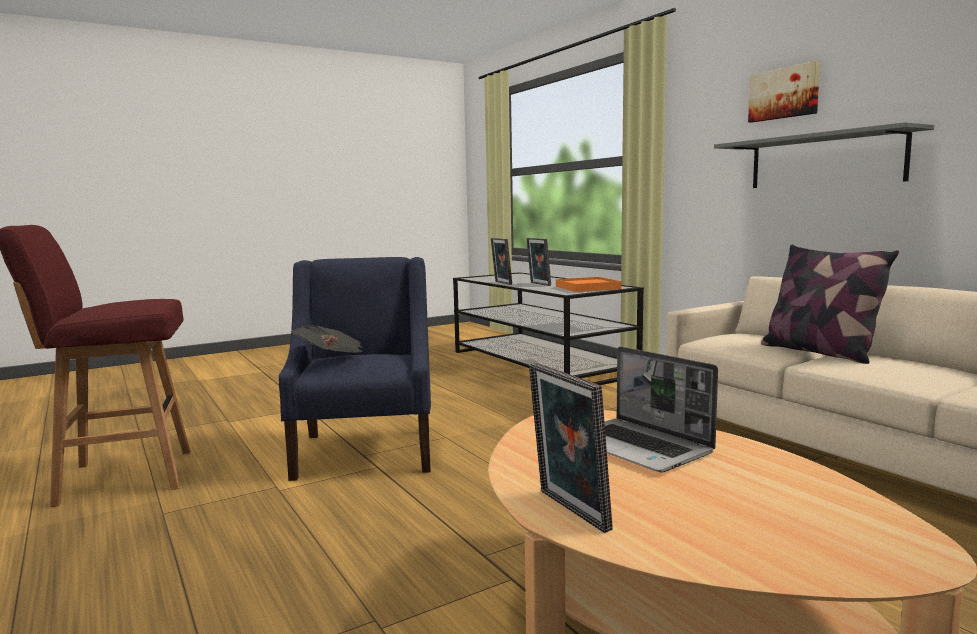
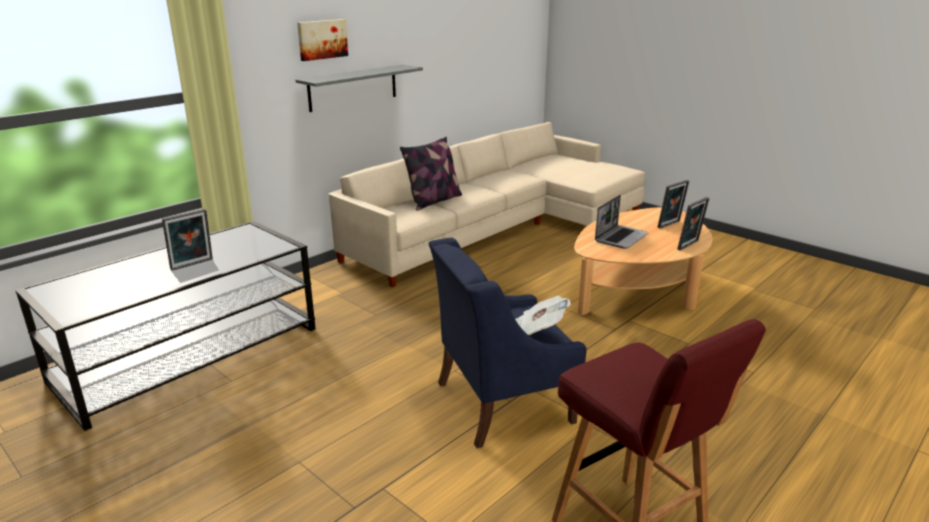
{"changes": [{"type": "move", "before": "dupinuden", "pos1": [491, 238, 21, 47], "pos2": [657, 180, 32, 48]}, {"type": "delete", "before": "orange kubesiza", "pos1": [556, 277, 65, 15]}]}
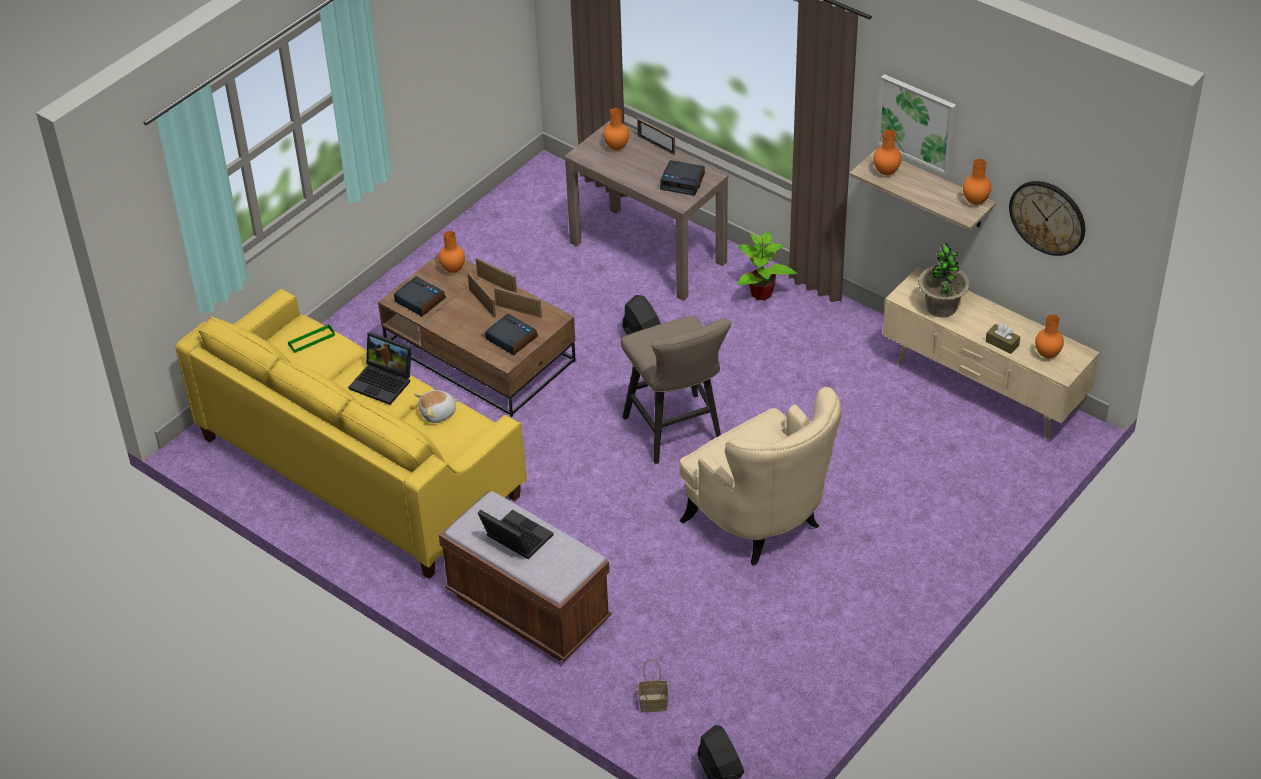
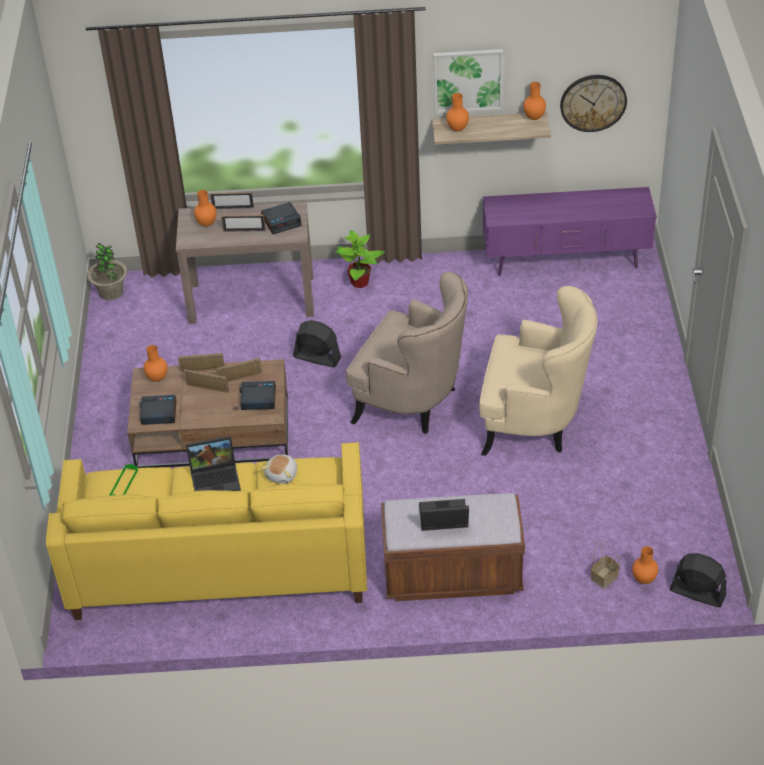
{"changes": [{"type": "move", "before": "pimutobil", "pos1": [918, 243, 52, 75], "pos2": [87, 243, 40, 58]}, {"type": "insert", "after": "dupinuden", "pos2": [221, 215, 44, 17]}, {"type": "replace", "before": "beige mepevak", "after": "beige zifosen", "pos1": [621, 316, 110, 148], "pos2": [346, 272, 122, 162]}, {"type": "recolor", "before": "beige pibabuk", "after": "purple pibabuk", "pos1": [883, 267, 217, 172], "pos2": [483, 187, 174, 89]}, {"type": "move", "before": "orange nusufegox", "pos1": [1035, 314, 29, 44], "pos2": [632, 546, 26, 38]}, {"type": "delete", "before": "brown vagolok", "pos1": [986, 324, 34, 30]}]}
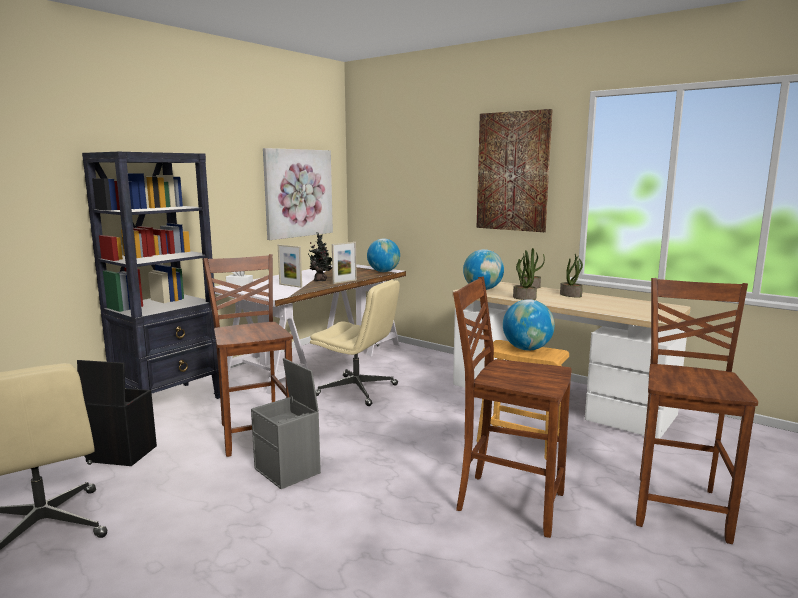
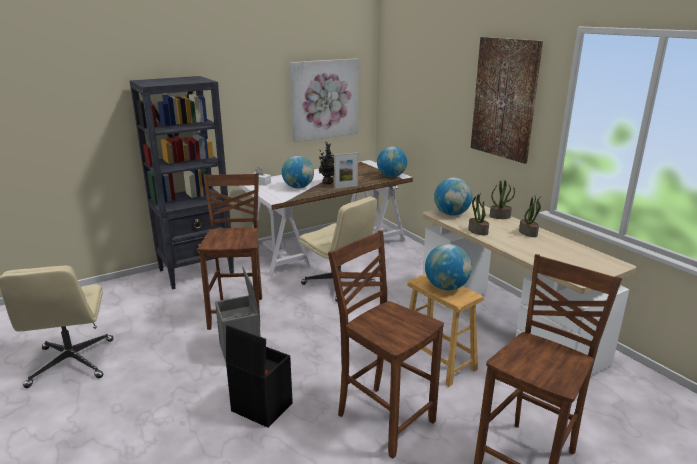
{"changes": [{"type": "move", "before": "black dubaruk", "pos1": [77, 360, 80, 106], "pos2": [226, 325, 67, 103]}, {"type": "replace", "before": "dupinuden", "after": "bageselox", "pos1": [278, 245, 24, 43], "pos2": [282, 156, 32, 32]}]}
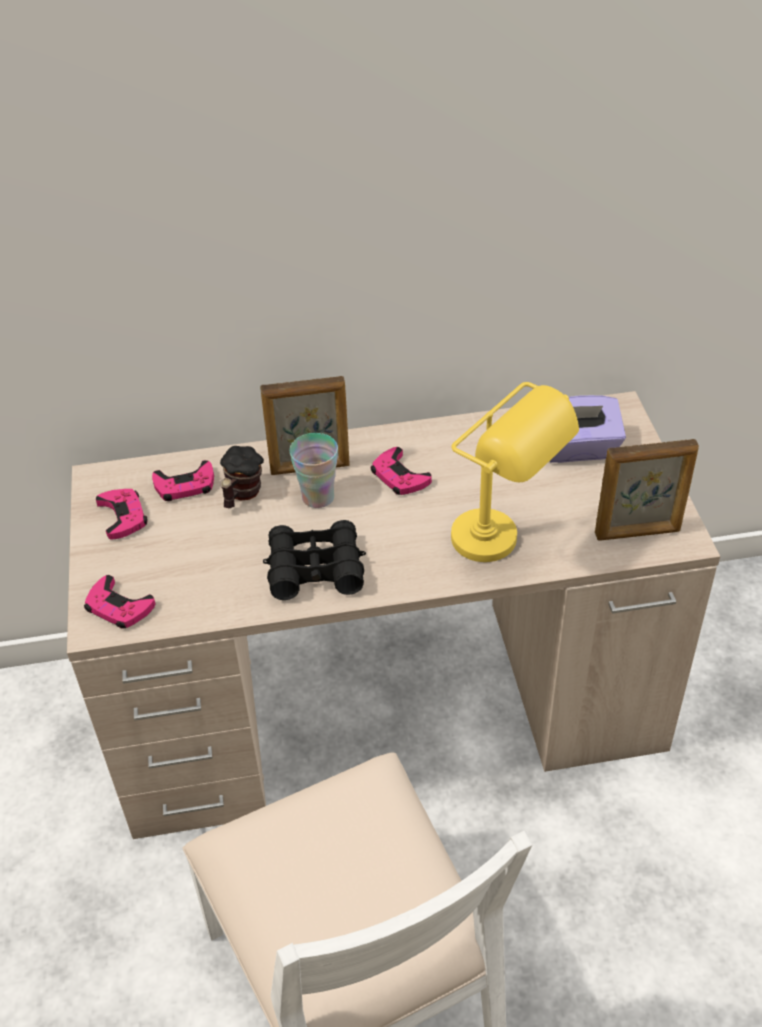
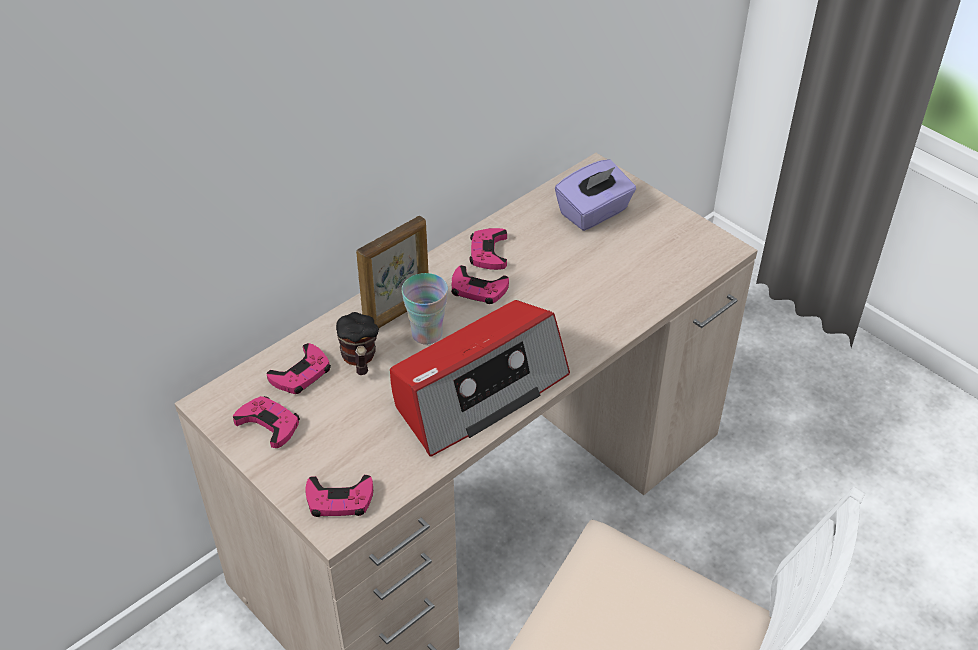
{"changes": [{"type": "replace", "before": "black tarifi", "after": "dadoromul", "pos1": [263, 520, 103, 80], "pos2": [390, 300, 180, 157]}, {"type": "insert", "after": "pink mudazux", "pos2": [469, 228, 38, 42]}, {"type": "delete", "before": "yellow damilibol", "pos1": [451, 382, 128, 180]}, {"type": "delete", "before": "dupinuden", "pos1": [595, 439, 104, 102]}]}
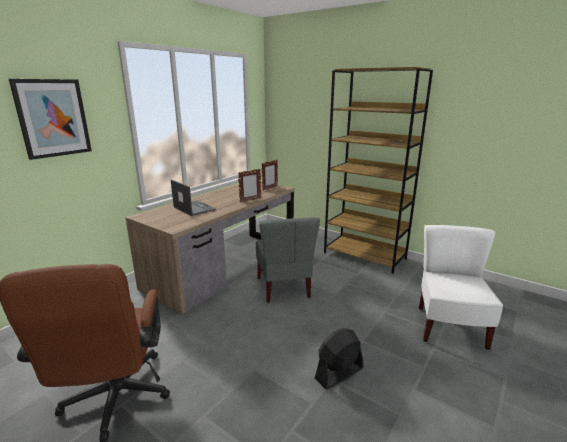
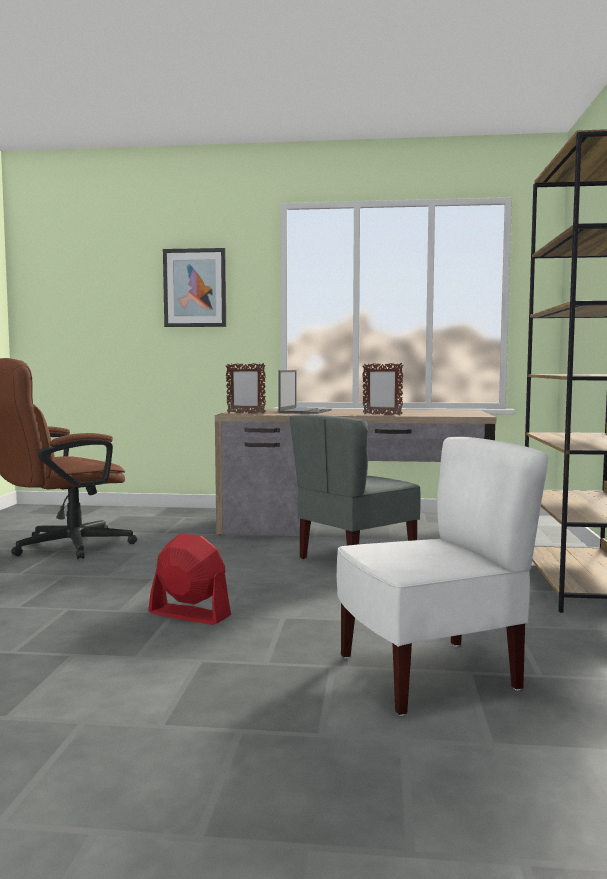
{"changes": [{"type": "recolor", "before": "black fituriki", "after": "red fituriki", "pos1": [315, 328, 48, 61], "pos2": [148, 533, 83, 92]}, {"type": "move", "before": "dupinuden", "pos1": [261, 160, 17, 31], "pos2": [226, 363, 40, 51]}]}
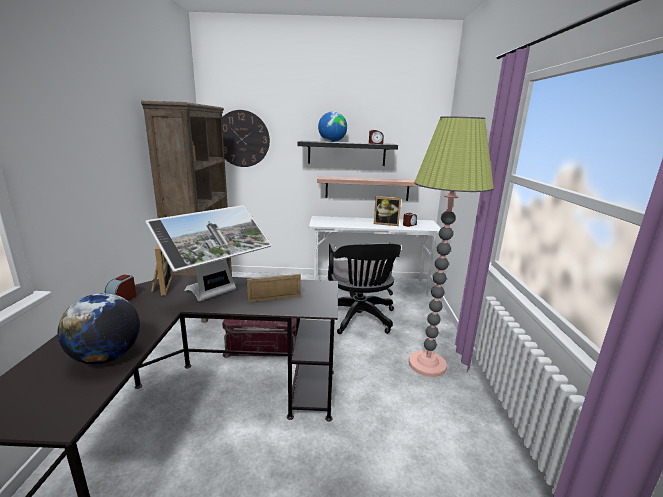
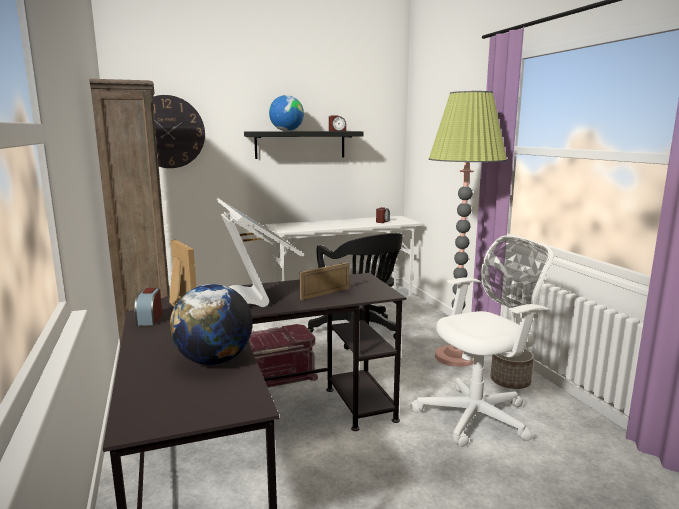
{"changes": [{"type": "rotate", "before": "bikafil", "pos1": [146, 205, 126, 96], "pos2": [217, 198, 88, 109], "turn": -45}, {"type": "insert", "after": "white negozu", "pos2": [410, 235, 144, 212]}, {"type": "insert", "after": "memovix", "pos2": [491, 348, 43, 41]}, {"type": "delete", "before": "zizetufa", "pos1": [317, 176, 104, 25]}, {"type": "delete", "before": "dupinuden", "pos1": [374, 196, 27, 30]}]}
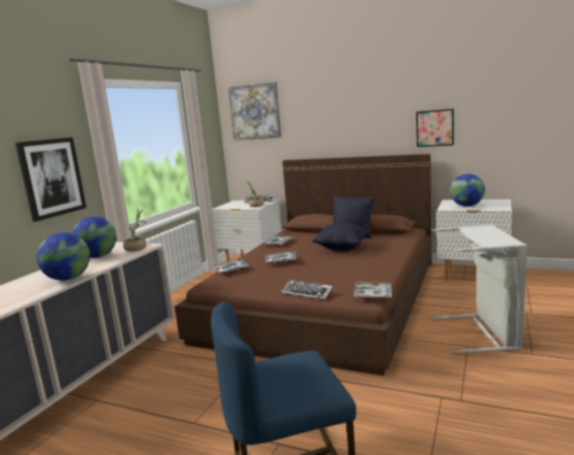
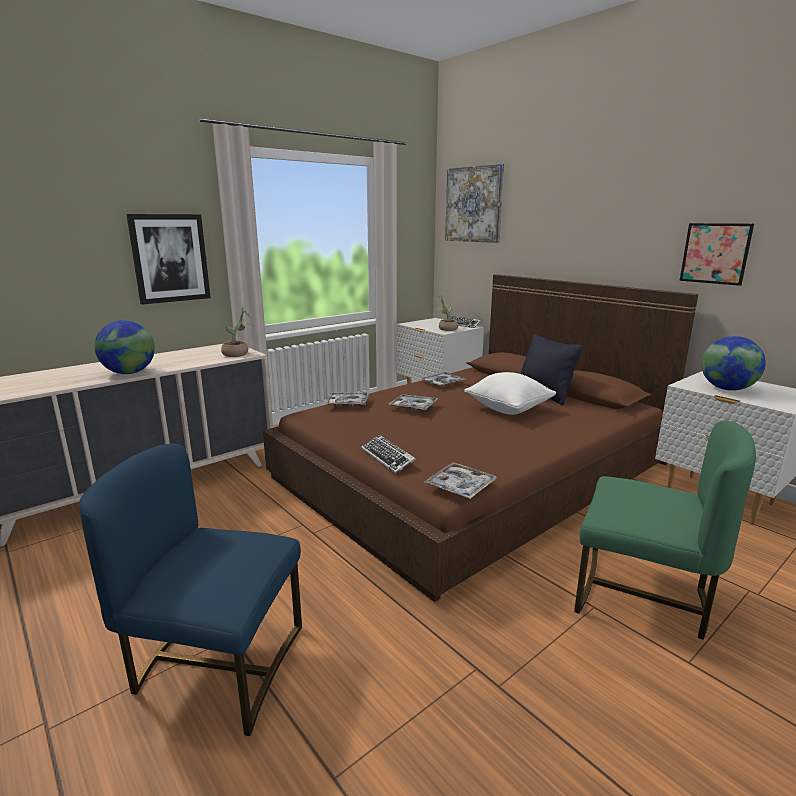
{"changes": [{"type": "recolor", "before": "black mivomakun", "after": "white mivomakun", "pos1": [312, 222, 58, 29], "pos2": [464, 372, 92, 43]}, {"type": "replace", "before": "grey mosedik", "after": "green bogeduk", "pos1": [431, 224, 96, 129], "pos2": [574, 420, 182, 220]}, {"type": "delete", "before": "bageselox", "pos1": [72, 216, 45, 42]}]}
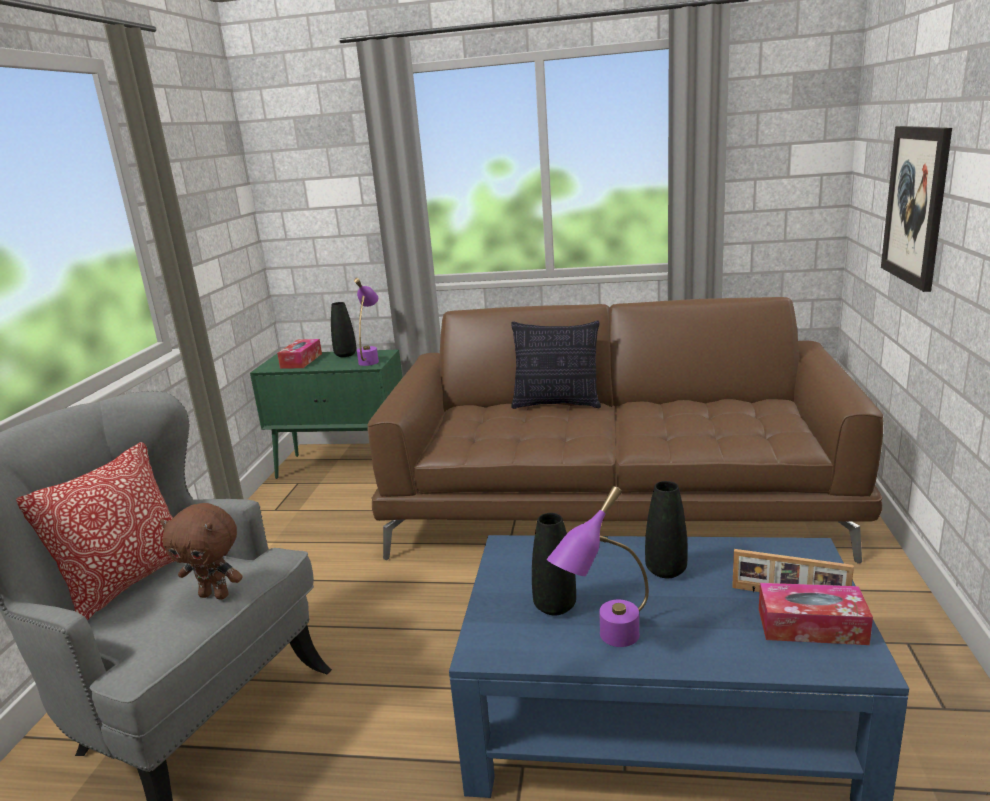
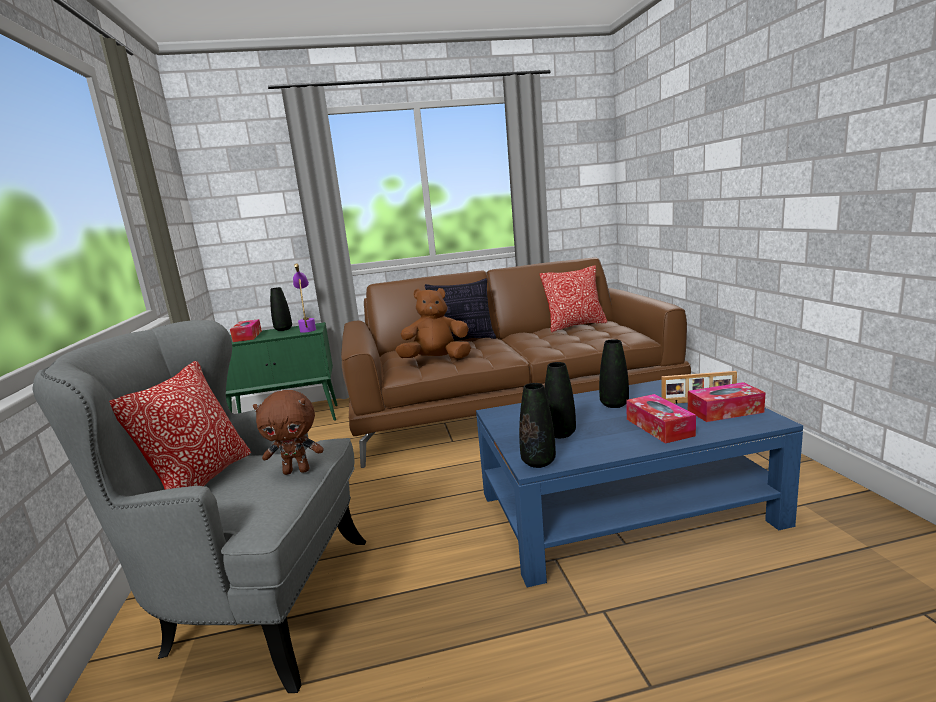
{"changes": [{"type": "insert", "after": "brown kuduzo", "pos2": [396, 288, 75, 71]}, {"type": "insert", "after": "black nusufegox", "pos2": [519, 383, 37, 85]}, {"type": "insert", "after": "mivomakun", "pos2": [540, 265, 67, 67]}, {"type": "insert", "after": "vagolok", "pos2": [626, 394, 70, 50]}, {"type": "delete", "before": "purple damilibol", "pos1": [547, 486, 102, 161]}, {"type": "delete", "before": "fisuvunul", "pos1": [881, 126, 71, 166]}]}
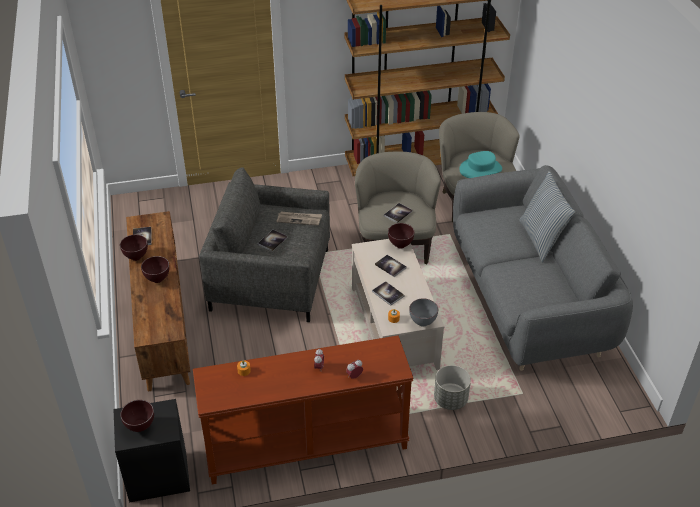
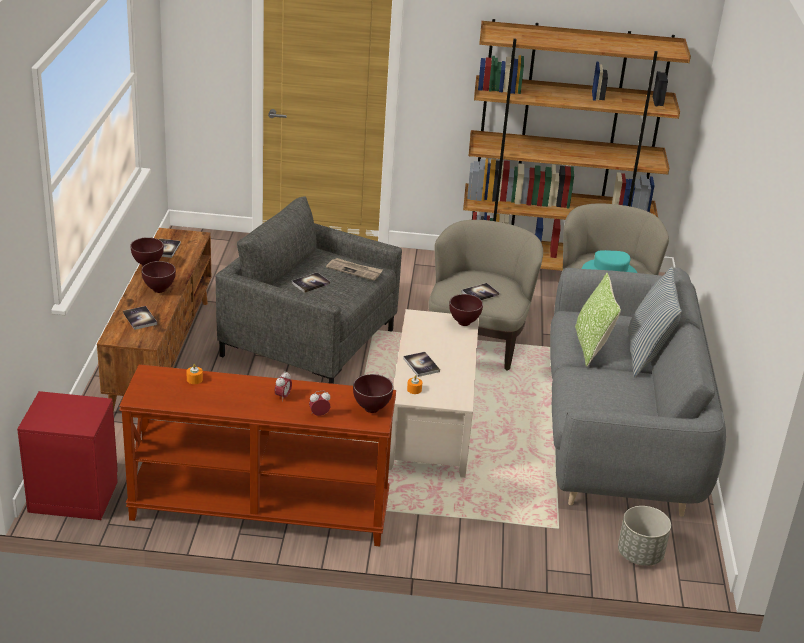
{"changes": [{"type": "recolor", "before": "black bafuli", "after": "red bafuli", "pos1": [113, 399, 77, 104], "pos2": [17, 391, 101, 129]}, {"type": "move", "before": "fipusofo", "pos1": [375, 255, 32, 22], "pos2": [123, 306, 34, 24]}, {"type": "move", "before": "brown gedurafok", "pos1": [120, 400, 34, 32], "pos2": [353, 374, 40, 39]}, {"type": "insert", "after": "mivomakun", "pos2": [575, 273, 46, 94]}, {"type": "move", "before": "grey memovix", "pos1": [434, 365, 37, 45], "pos2": [618, 506, 53, 60]}, {"type": "delete", "before": "grey gedurafok", "pos1": [409, 298, 29, 29]}]}
